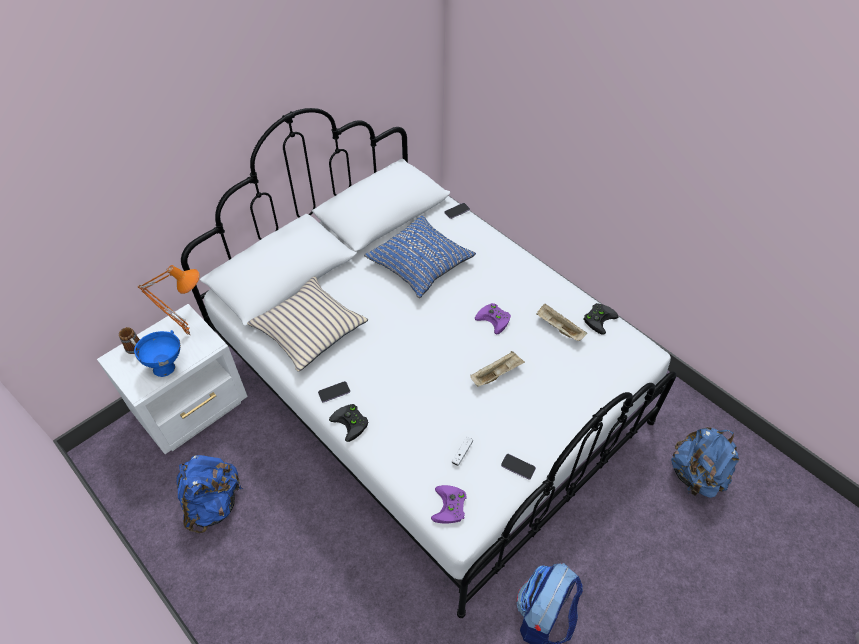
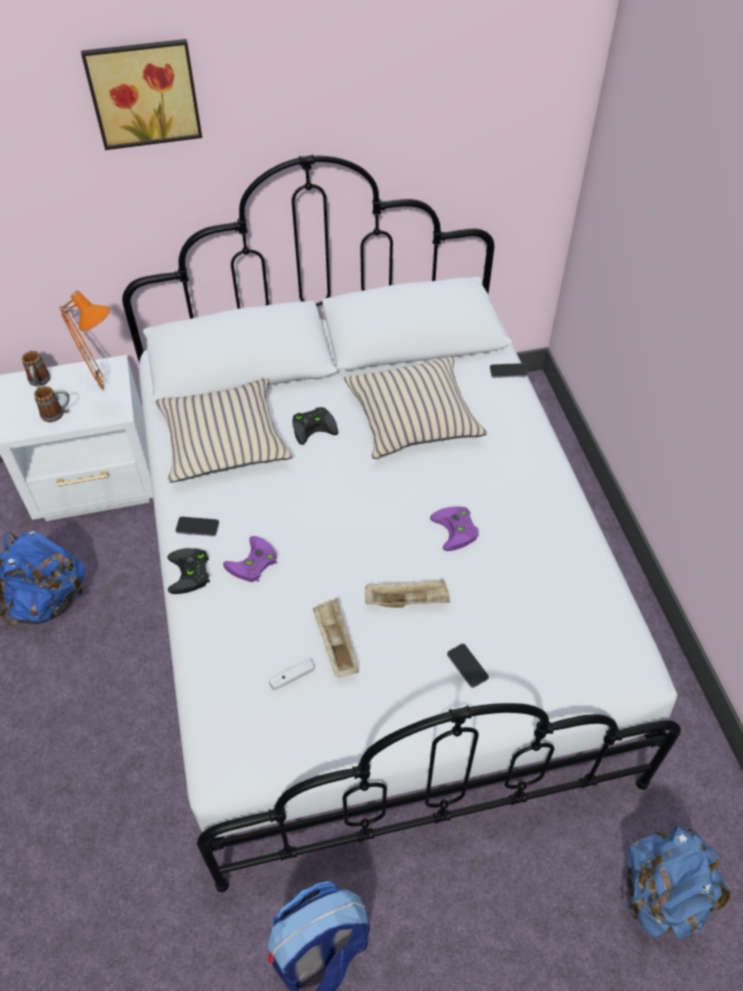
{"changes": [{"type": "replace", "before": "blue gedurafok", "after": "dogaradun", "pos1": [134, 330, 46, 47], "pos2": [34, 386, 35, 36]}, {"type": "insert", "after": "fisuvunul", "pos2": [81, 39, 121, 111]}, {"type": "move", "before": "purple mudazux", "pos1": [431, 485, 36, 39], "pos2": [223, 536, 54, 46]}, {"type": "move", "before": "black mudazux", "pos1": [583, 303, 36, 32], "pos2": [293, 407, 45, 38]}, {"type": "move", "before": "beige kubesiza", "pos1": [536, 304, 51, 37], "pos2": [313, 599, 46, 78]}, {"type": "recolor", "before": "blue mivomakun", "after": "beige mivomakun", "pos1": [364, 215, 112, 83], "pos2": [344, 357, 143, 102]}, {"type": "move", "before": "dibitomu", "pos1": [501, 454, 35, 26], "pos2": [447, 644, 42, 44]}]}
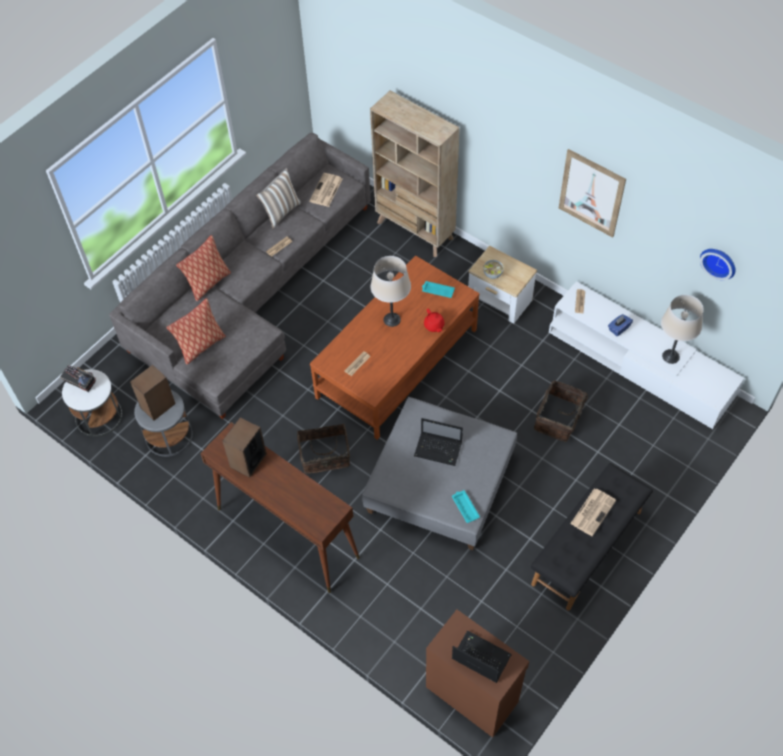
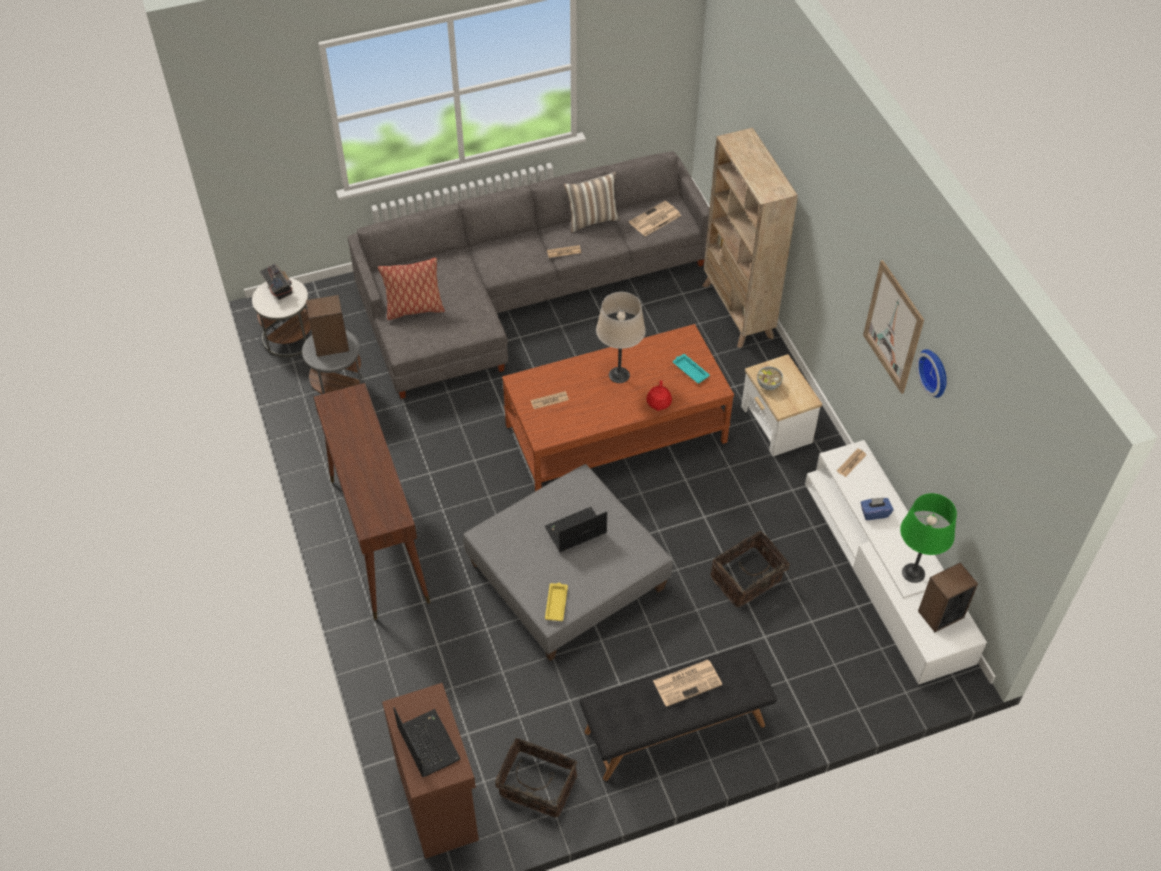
{"changes": [{"type": "move", "before": "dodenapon", "pos1": [297, 424, 53, 50], "pos2": [495, 738, 82, 82]}, {"type": "rotate", "before": "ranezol", "pos1": [414, 418, 49, 48], "pos2": [545, 507, 62, 45], "turn": 105}, {"type": "recolor", "before": "turquoise kubesiza", "after": "yellow kubesiza", "pos1": [452, 490, 28, 33], "pos2": [545, 583, 23, 38]}, {"type": "recolor", "before": "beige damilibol", "after": "green damilibol", "pos1": [661, 295, 43, 69], "pos2": [900, 493, 57, 90]}, {"type": "move", "before": "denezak", "pos1": [700, 249, 36, 31], "pos2": [916, 349, 31, 49]}, {"type": "move", "before": "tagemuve", "pos1": [222, 417, 45, 61], "pos2": [918, 562, 60, 70]}, {"type": "delete", "before": "mivomakun", "pos1": [176, 235, 55, 66]}]}
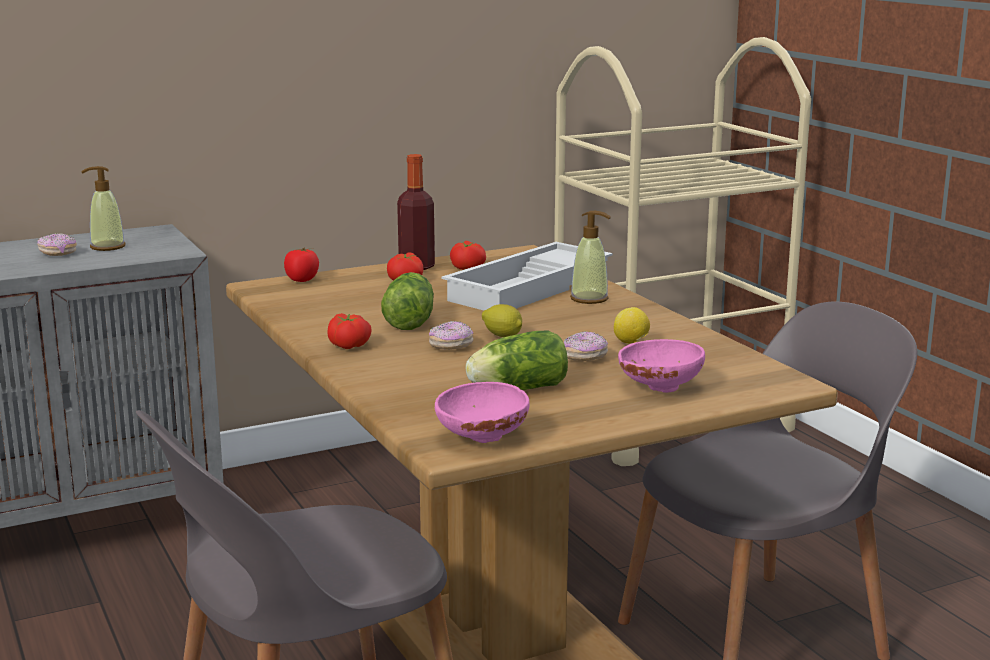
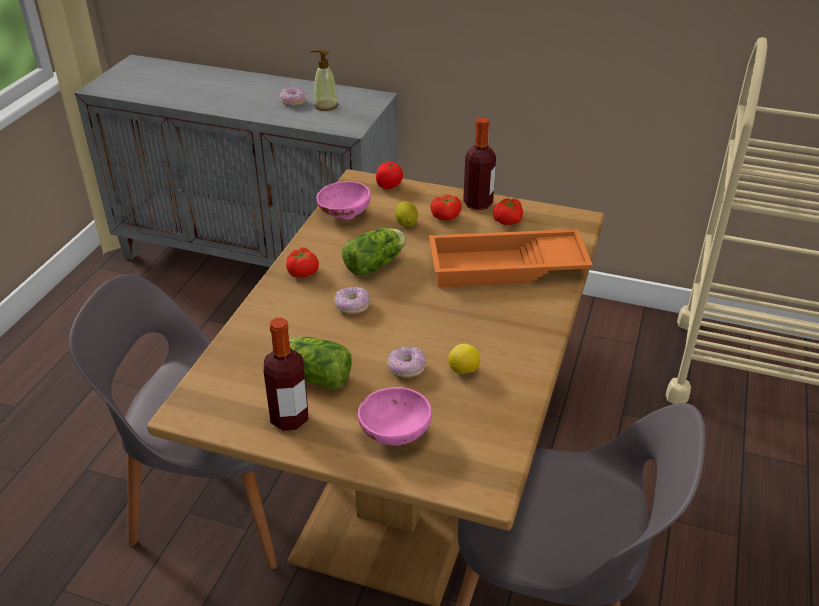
{"changes": [{"type": "insert", "after": "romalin", "pos2": [264, 318, 44, 113]}, {"type": "move", "before": "pink gedurafok", "pos1": [435, 382, 95, 61], "pos2": [316, 181, 55, 38]}, {"type": "move", "before": "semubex", "pos1": [482, 304, 40, 33], "pos2": [395, 201, 23, 26]}, {"type": "recolor", "before": "white kubesiza", "after": "orange kubesiza", "pos1": [442, 242, 171, 69], "pos2": [429, 229, 163, 59]}, {"type": "delete", "before": "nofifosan", "pos1": [570, 211, 41, 93]}]}
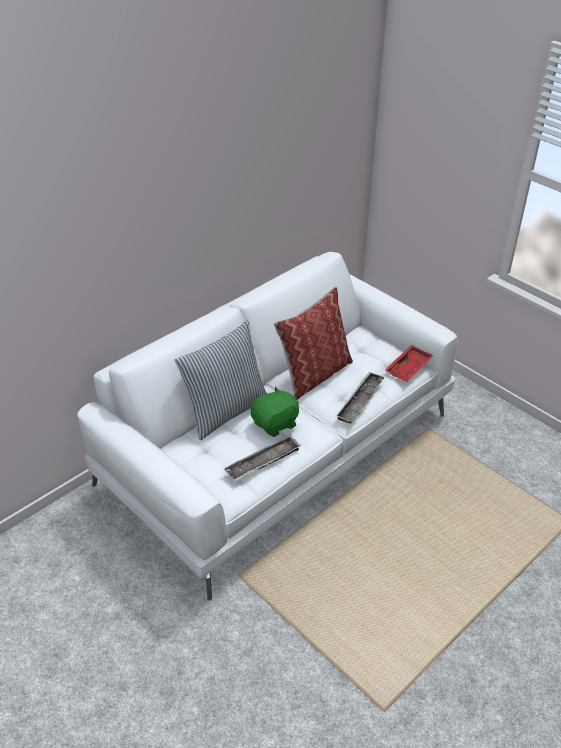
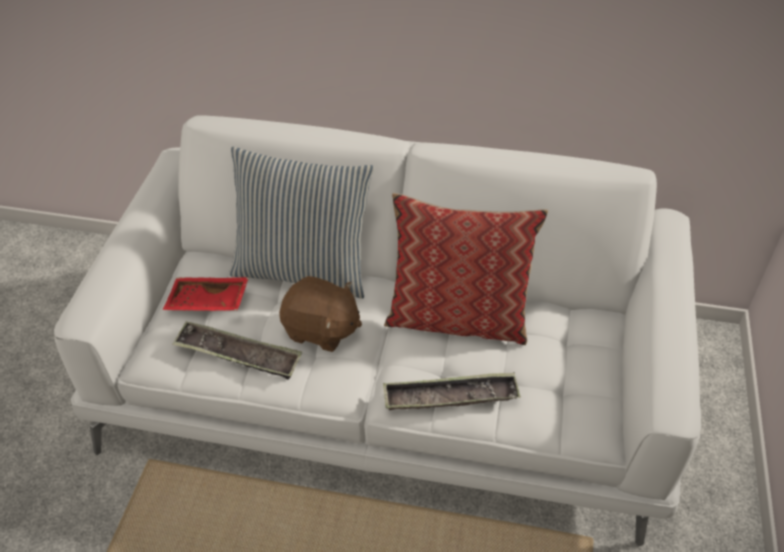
{"changes": [{"type": "move", "before": "red kubesiza", "pos1": [384, 345, 49, 37], "pos2": [163, 277, 86, 34]}, {"type": "recolor", "before": "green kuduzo", "after": "brown kuduzo", "pos1": [251, 386, 48, 51], "pos2": [279, 276, 83, 76]}]}
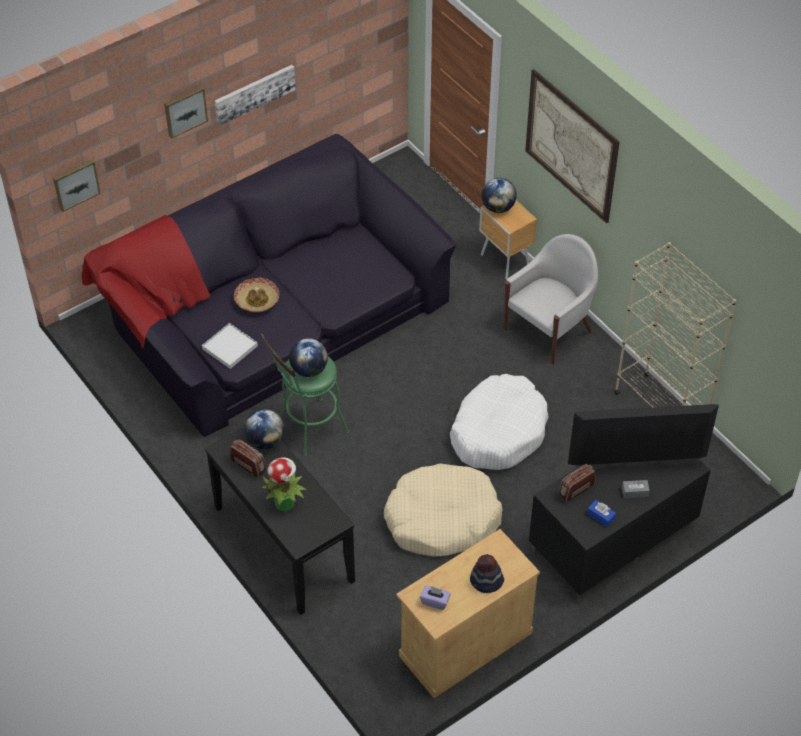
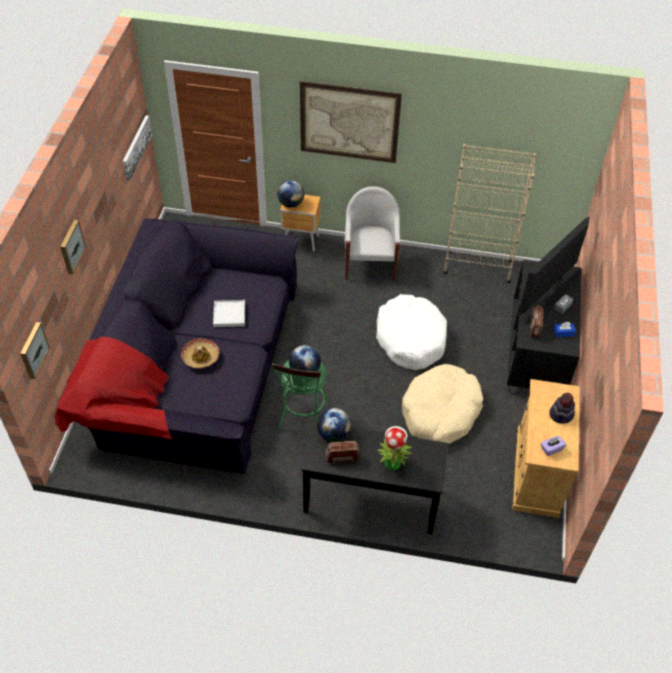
{"changes": [{"type": "move", "before": "fisuvunul", "pos1": [215, 65, 81, 61], "pos2": [123, 115, 29, 66]}, {"type": "move", "before": "white kubesiza", "pos1": [202, 323, 56, 46], "pos2": [213, 300, 32, 27]}]}
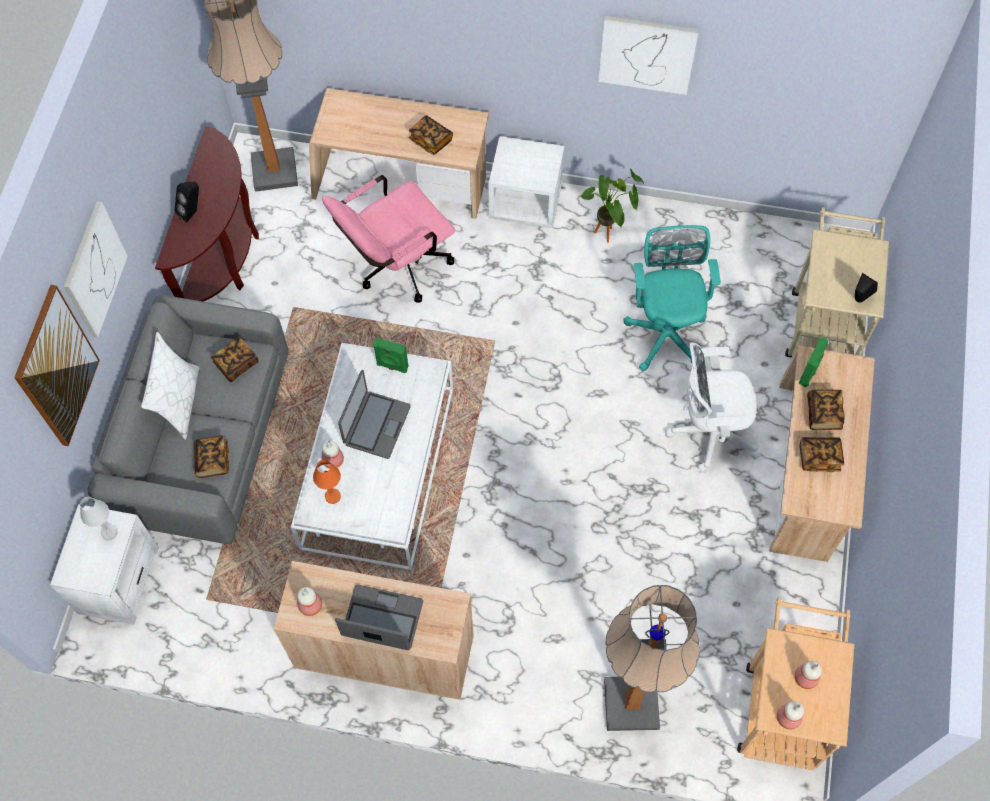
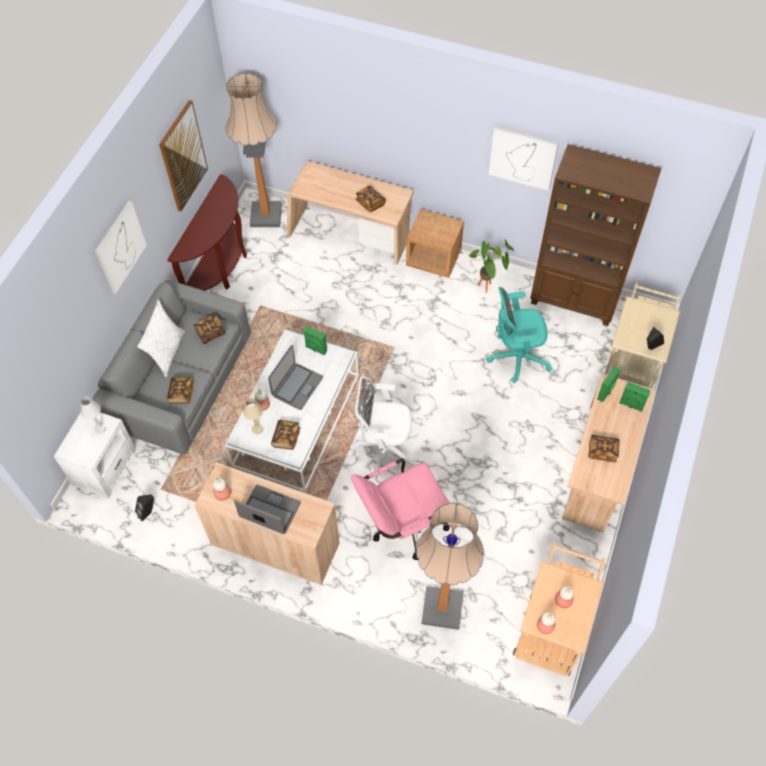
{"changes": [{"type": "move", "before": "black tagemuve", "pos1": [175, 182, 24, 40], "pos2": [135, 495, 19, 27]}, {"type": "move", "before": "fisuvunul", "pos1": [14, 285, 86, 161], "pos2": [159, 100, 49, 112]}, {"type": "recolor", "before": "orange damilibol", "after": "beige damilibol", "pos1": [313, 460, 28, 44], "pos2": [243, 398, 20, 36]}, {"type": "move", "before": "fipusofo", "pos1": [807, 390, 38, 40], "pos2": [271, 420, 29, 30]}, {"type": "move", "before": "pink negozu", "pos1": [322, 175, 133, 128], "pos2": [351, 458, 99, 102]}, {"type": "move", "before": "white negozu", "pos1": [665, 342, 95, 131], "pos2": [354, 376, 65, 97]}, {"type": "recolor", "before": "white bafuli", "after": "brown bafuli", "pos1": [488, 136, 77, 92], "pos2": [406, 209, 58, 69]}, {"type": "rotate", "before": "turquoise negozu", "pos1": [623, 225, 98, 146], "pos2": [486, 287, 67, 96], "turn": -105}, {"type": "insert", "after": "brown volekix", "pos2": [530, 144, 132, 182]}, {"type": "insert", "after": "green tagemuve", "pos2": [619, 382, 32, 30]}]}
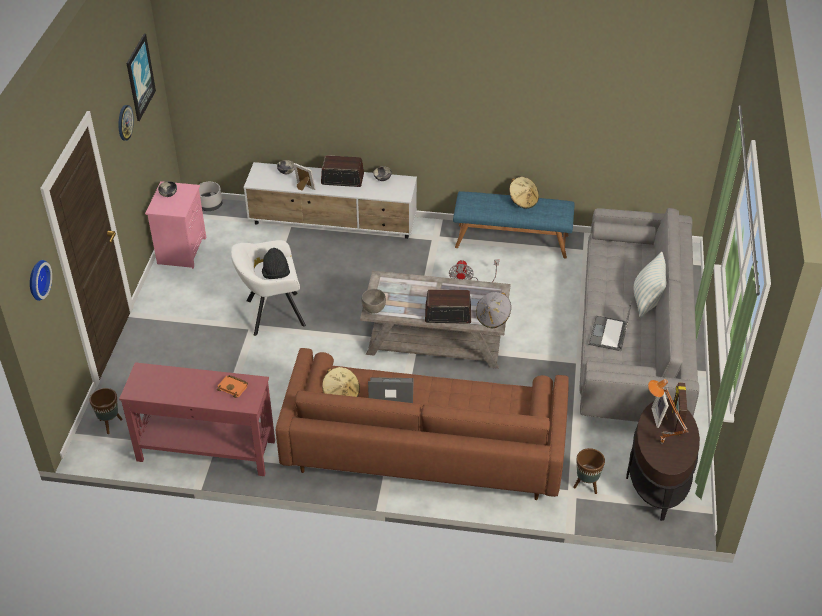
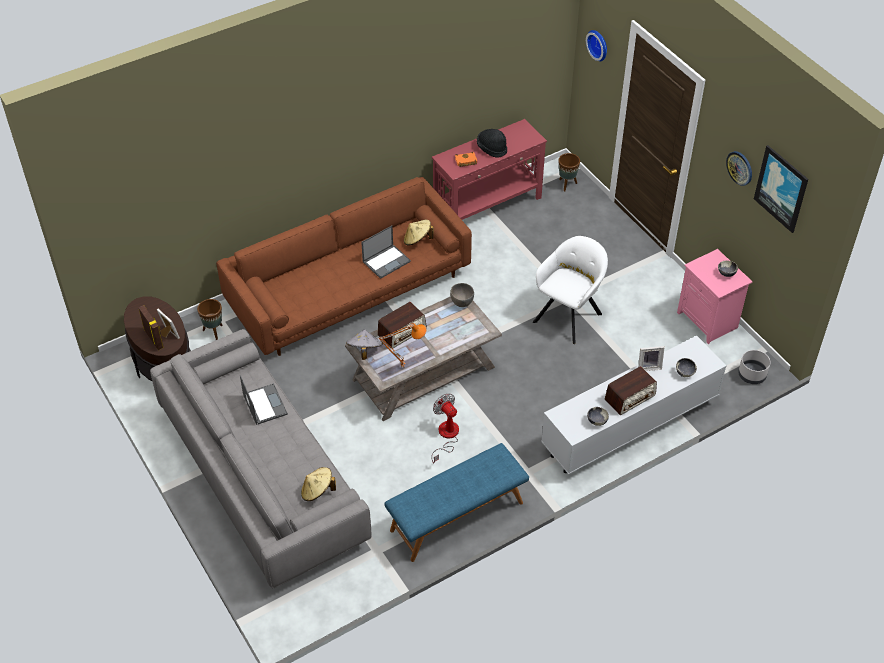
{"changes": [{"type": "move", "before": "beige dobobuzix", "pos1": [509, 177, 30, 32], "pos2": [301, 467, 35, 34]}, {"type": "move", "before": "orange damilibol", "pos1": [648, 379, 40, 64], "pos2": [378, 323, 49, 45]}, {"type": "move", "before": "black dobobuzix", "pos1": [262, 248, 28, 31], "pos2": [477, 129, 30, 28]}, {"type": "delete", "before": "mivomakun", "pos1": [634, 252, 33, 66]}]}
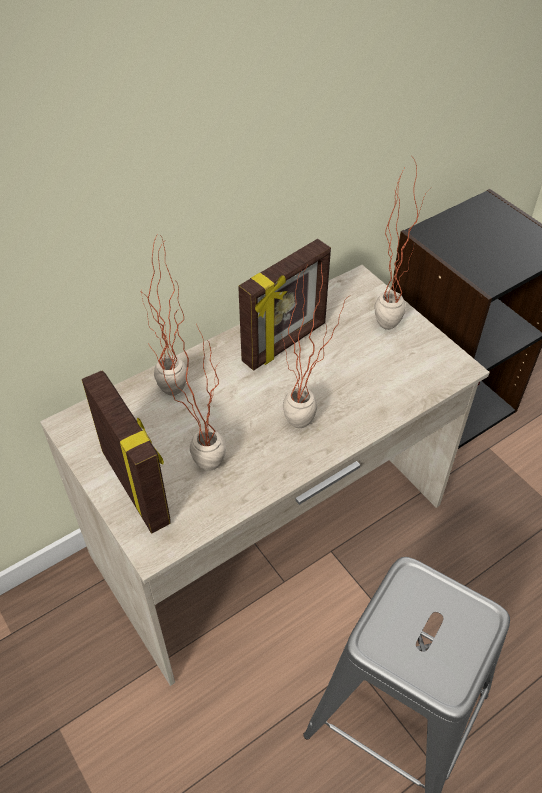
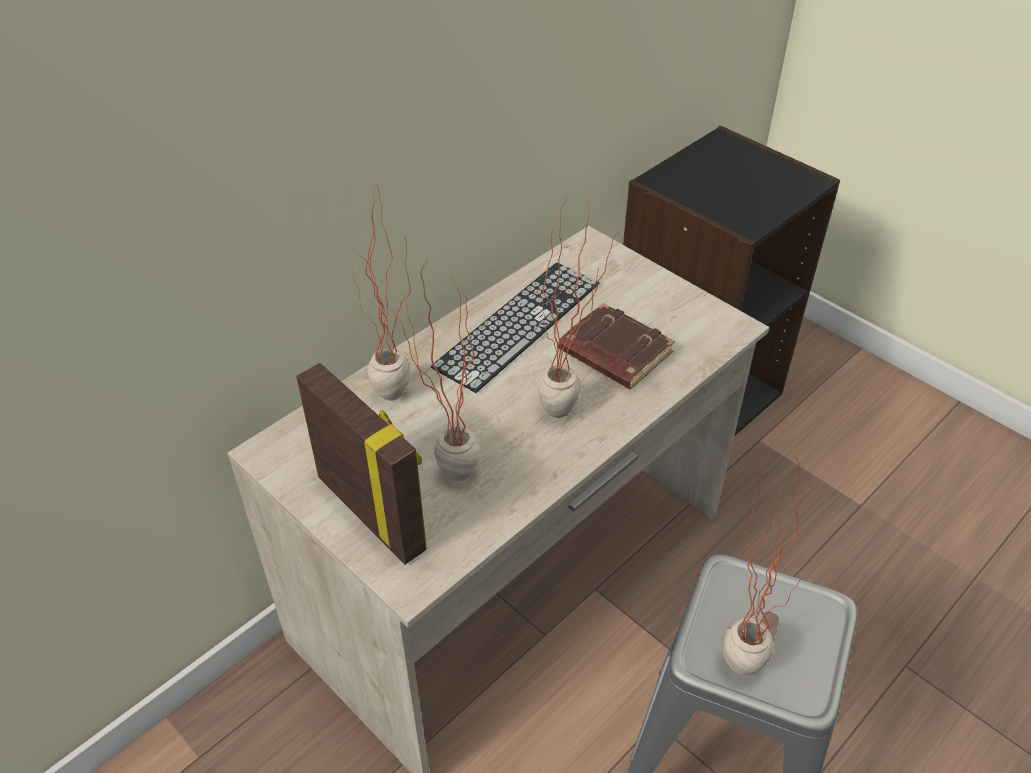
{"changes": [{"type": "replace", "before": "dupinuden", "after": "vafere", "pos1": [238, 239, 93, 132], "pos2": [431, 263, 168, 130]}, {"type": "insert", "after": "brown fipusofo", "pos2": [558, 303, 117, 86]}, {"type": "move", "before": "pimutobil", "pos1": [374, 158, 57, 172], "pos2": [723, 454, 95, 221]}]}
